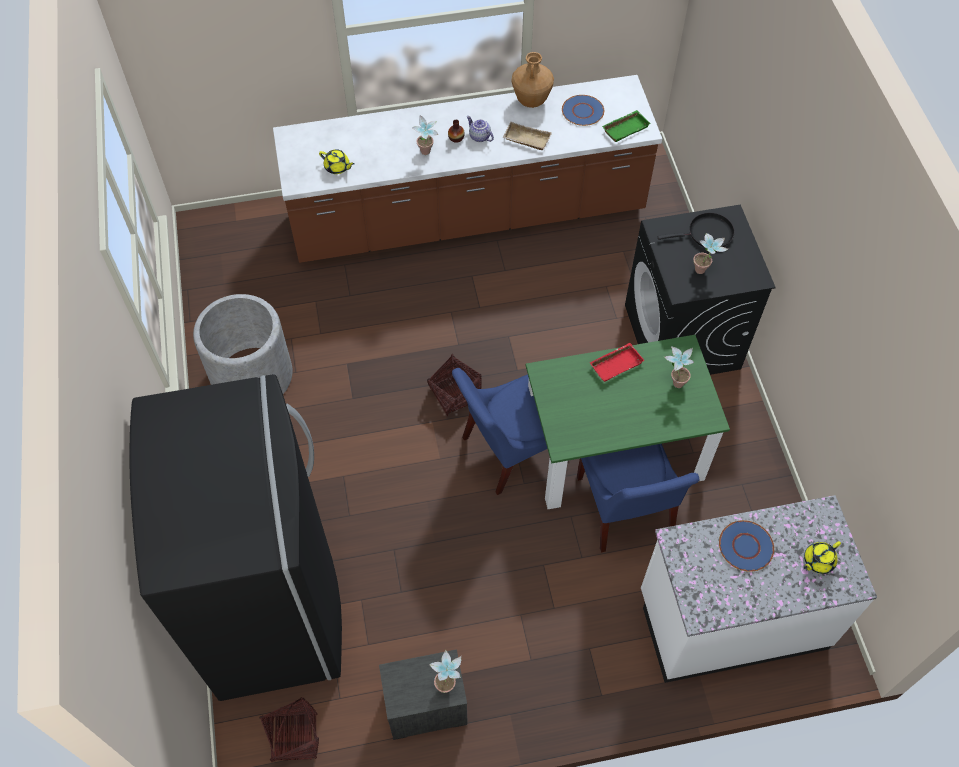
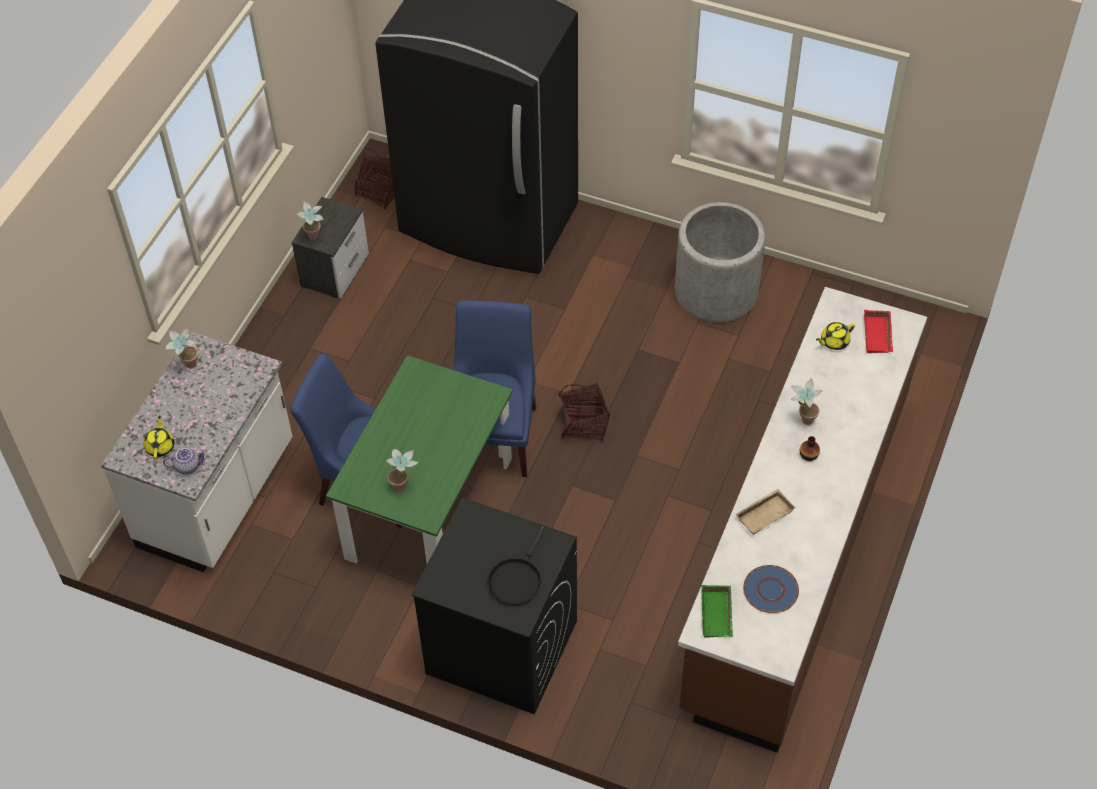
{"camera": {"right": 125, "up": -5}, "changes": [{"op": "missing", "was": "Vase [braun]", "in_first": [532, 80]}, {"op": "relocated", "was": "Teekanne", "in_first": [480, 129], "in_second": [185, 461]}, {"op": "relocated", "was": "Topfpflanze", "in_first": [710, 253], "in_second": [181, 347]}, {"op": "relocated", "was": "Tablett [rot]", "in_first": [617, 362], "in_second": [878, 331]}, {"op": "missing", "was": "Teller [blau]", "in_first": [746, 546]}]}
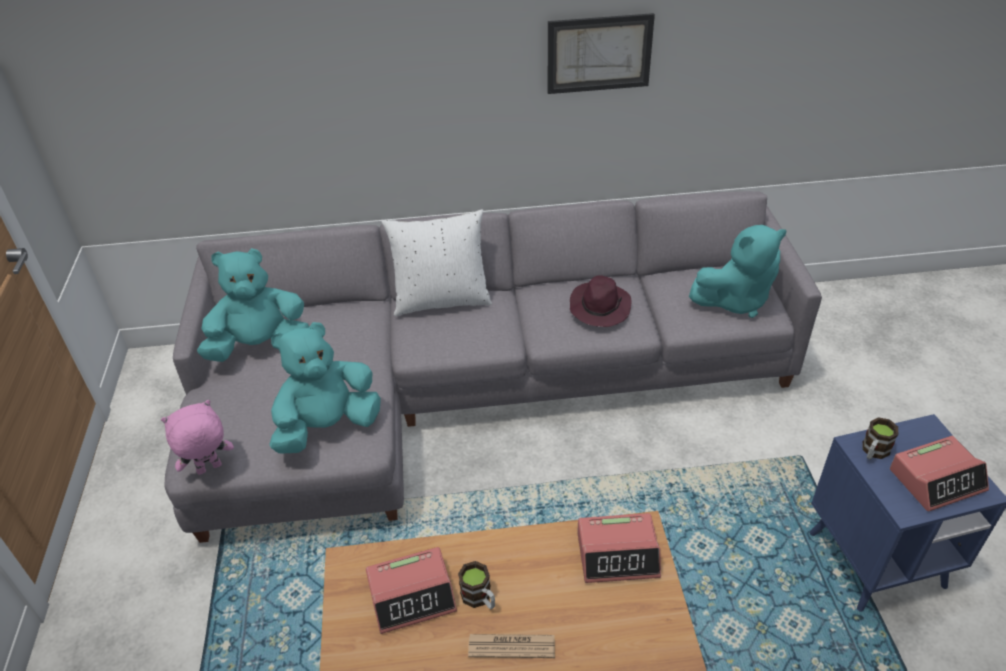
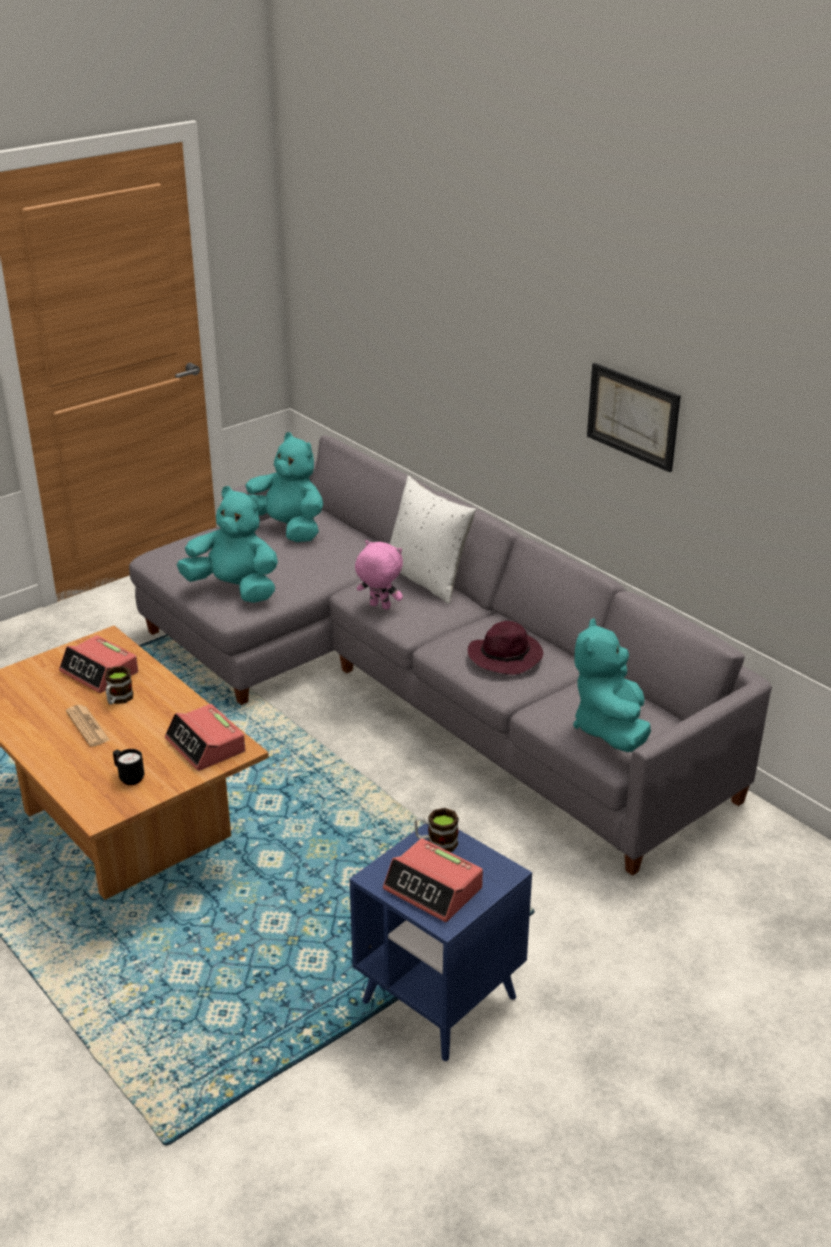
{"camera": {"right": 55, "up": -10}, "changes": [{"op": "spun", "was": "Plüschtier [türkis]", "in_first": [737, 271], "in_second": [612, 685], "clockwise": 60}, {"op": "relocated", "was": "Plüschtier [rosa]", "in_first": [197, 437], "in_second": [379, 575]}, {"op": "appeared", "now": "Henkelbecher [schwarz]", "in_second": [128, 767]}]}
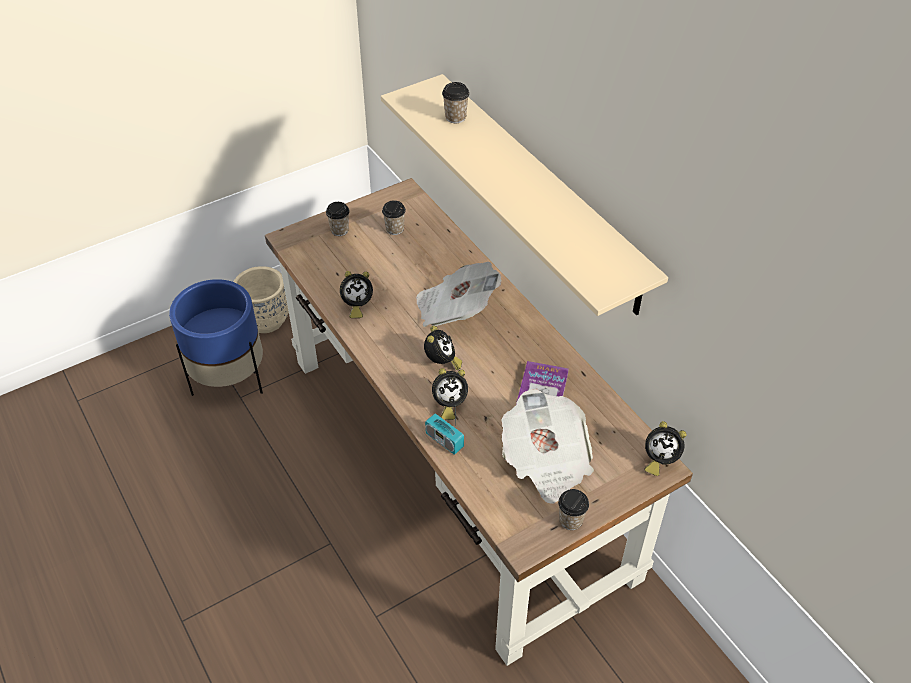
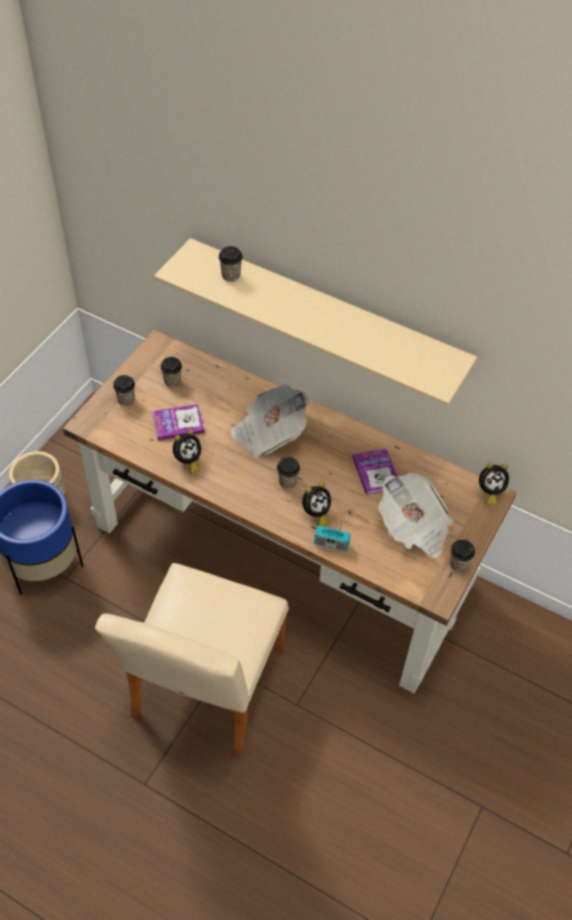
{"camera": {"right": -30, "up": 5}, "changes": [{"op": "exchanged", "was": "Wecker", "now": "Tasse", "in_first": [443, 347], "in_second": [288, 473]}, {"op": "appeared", "now": "Buch", "in_second": [178, 422]}, {"op": "appeared", "now": "Stuhl [beige]", "in_second": [192, 659]}]}
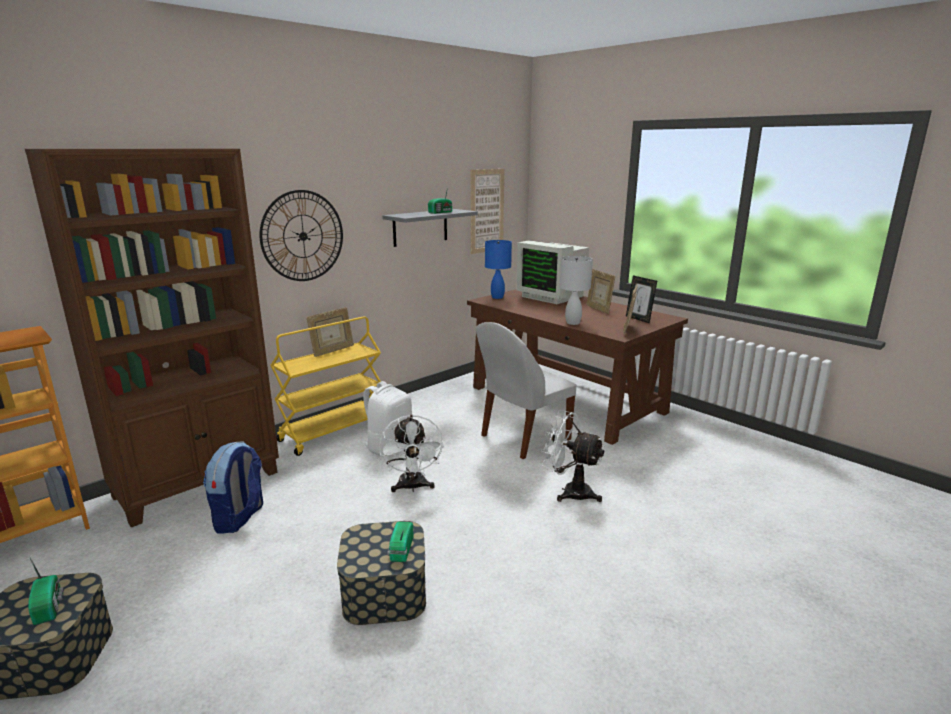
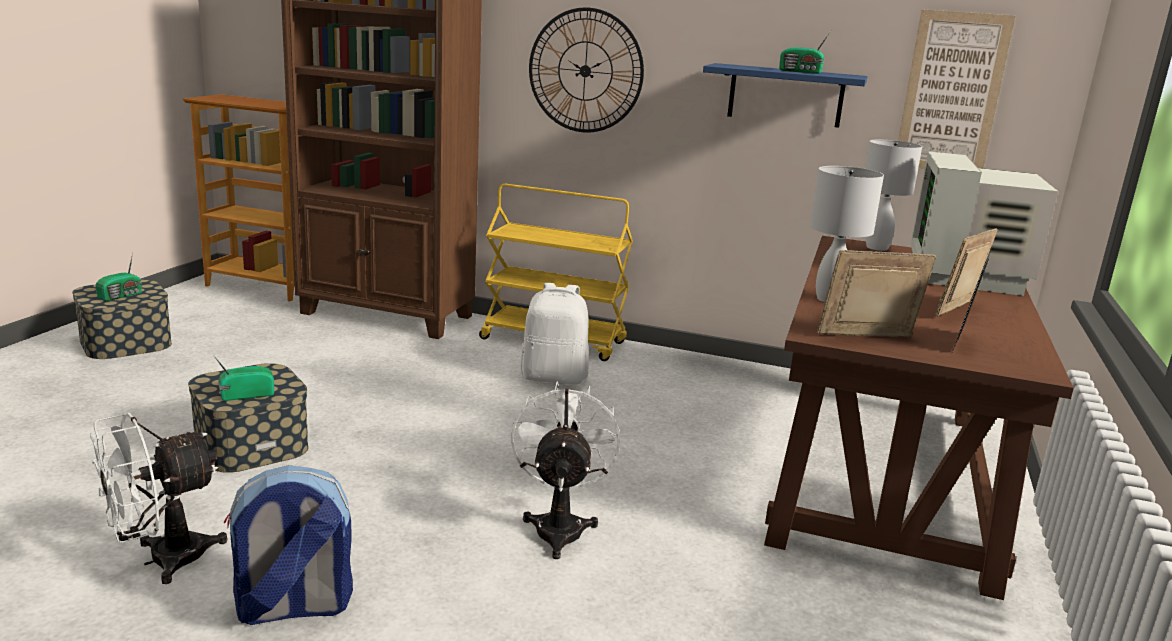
{"camera": {"right": 60, "up": 0}, "changes": [{"op": "colour", "was": "Wandregal [grau]", "now": "Wandregal [blau]", "in_first": [430, 228], "in_second": [785, 95]}, {"op": "colour", "was": "Tischlampe [blau]", "now": "Tischlampe [weiß]", "in_first": [498, 269], "in_second": [893, 195]}, {"op": "missing", "was": "Bilderrahmen", "in_first": [330, 332]}, {"op": "missing", "was": "Stuhl [weiß]", "in_first": [526, 390]}, {"op": "relocated", "was": "Ventilator [weiß]", "in_first": [411, 453], "in_second": [159, 498]}, {"op": "relocated", "was": "Rucksack", "in_first": [233, 487], "in_second": [288, 545]}]}
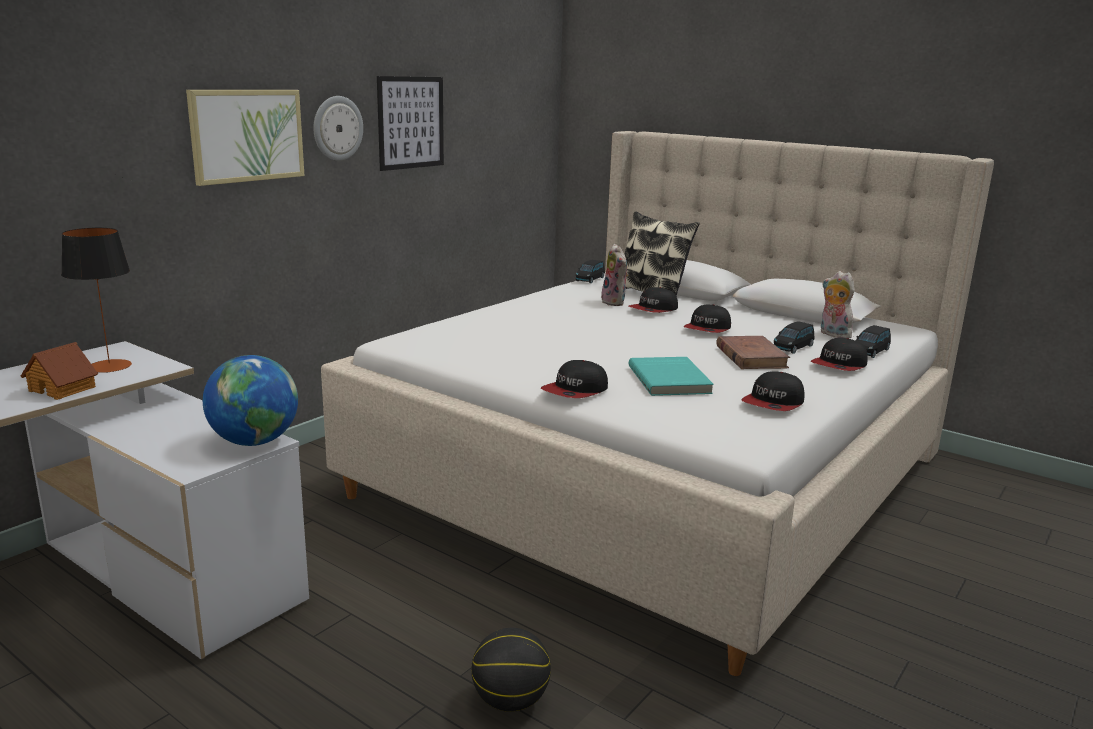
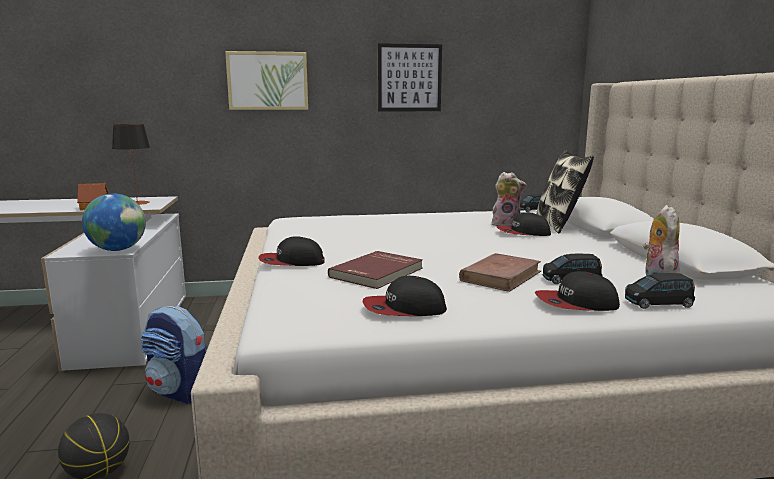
{"camera": {"right": 45, "up": -5}, "changes": [{"op": "missing", "was": "Wanduhr", "in_first": [338, 128]}, {"op": "spun", "was": "Plüschtier", "in_first": [615, 275], "in_second": [509, 199], "clockwise": -105}, {"op": "missing", "was": "Kappe", "in_first": [707, 318]}, {"op": "colour", "was": "Buch [türkis]", "now": "Buch [rot]", "in_first": [671, 376], "in_second": [375, 270]}, {"op": "appeared", "now": "Rucksack", "in_second": [174, 355]}]}
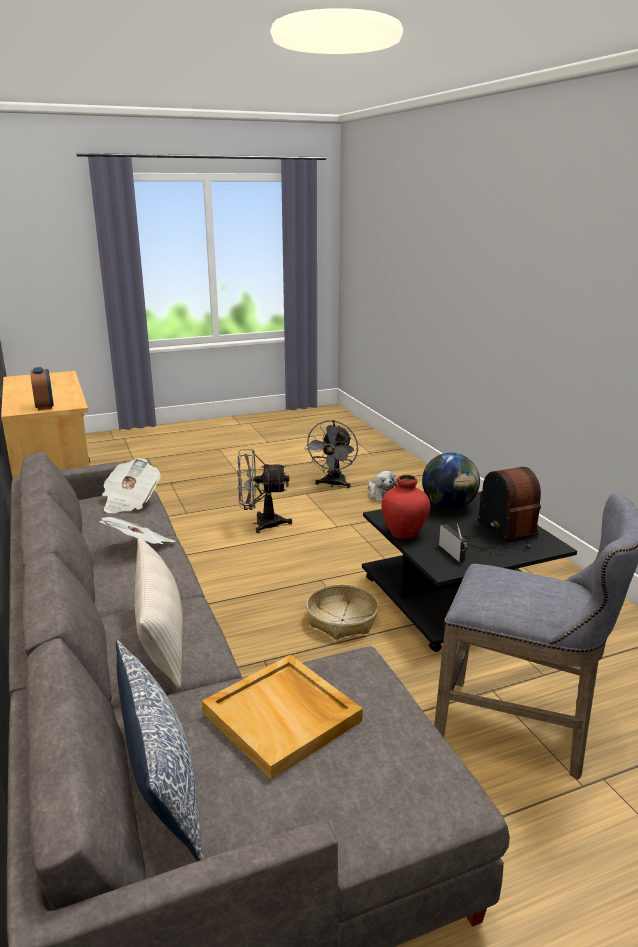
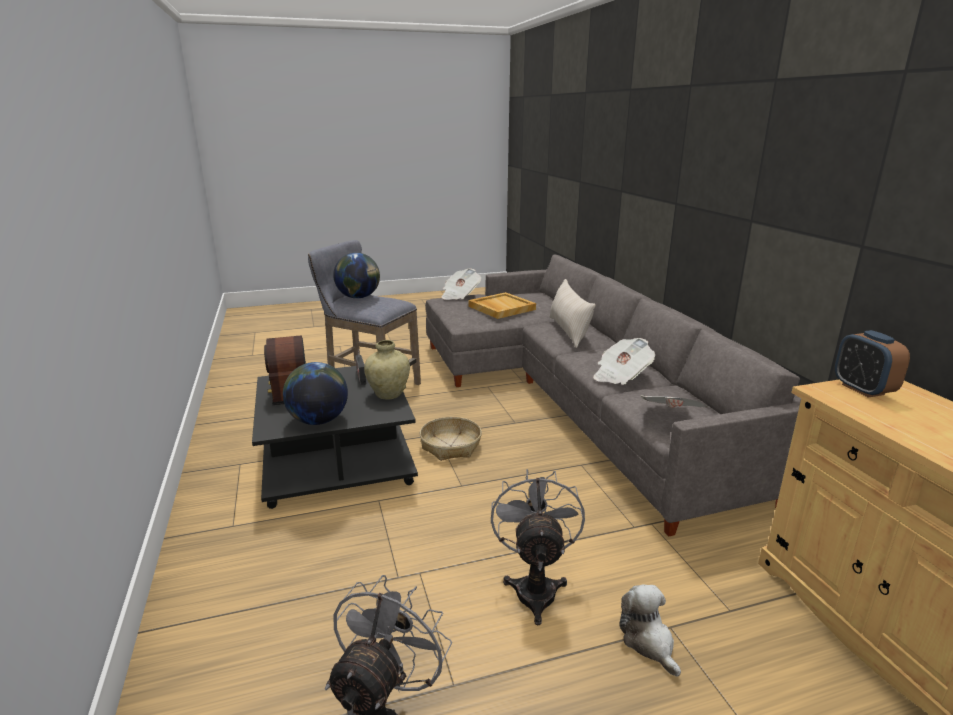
{"camera": {"right": -175, "up": 0}, "changes": [{"op": "spun", "was": "Ventilator [grau]", "in_first": [264, 491], "in_second": [538, 547], "clockwise": -90}, {"op": "relocated", "was": "Plüschtier", "in_first": [382, 486], "in_second": [650, 631]}, {"op": "colour", "was": "Vase [rot]", "now": "Vase [beige]", "in_first": [405, 507], "in_second": [387, 370]}, {"op": "missing", "was": "Kissen", "in_first": [159, 750]}, {"op": "appeared", "now": "Globus", "in_second": [356, 275]}, {"op": "appeared", "now": "Zeitung", "in_second": [461, 284]}]}
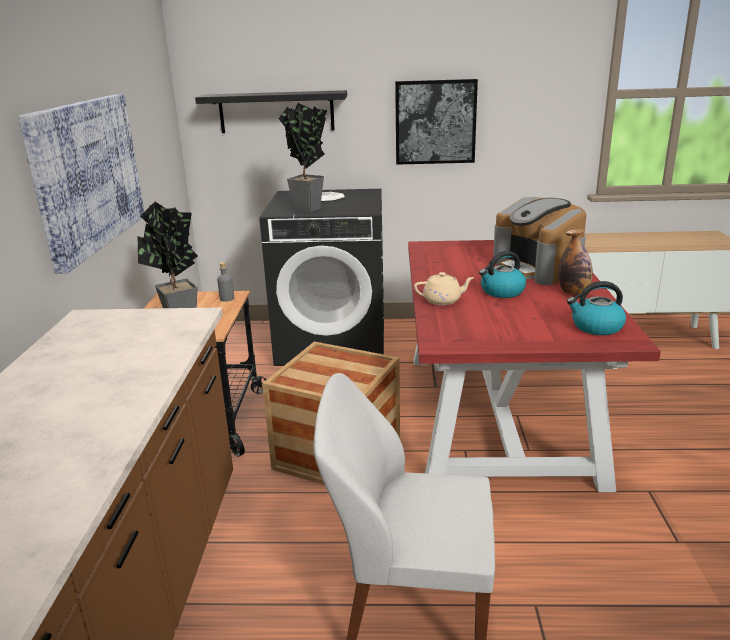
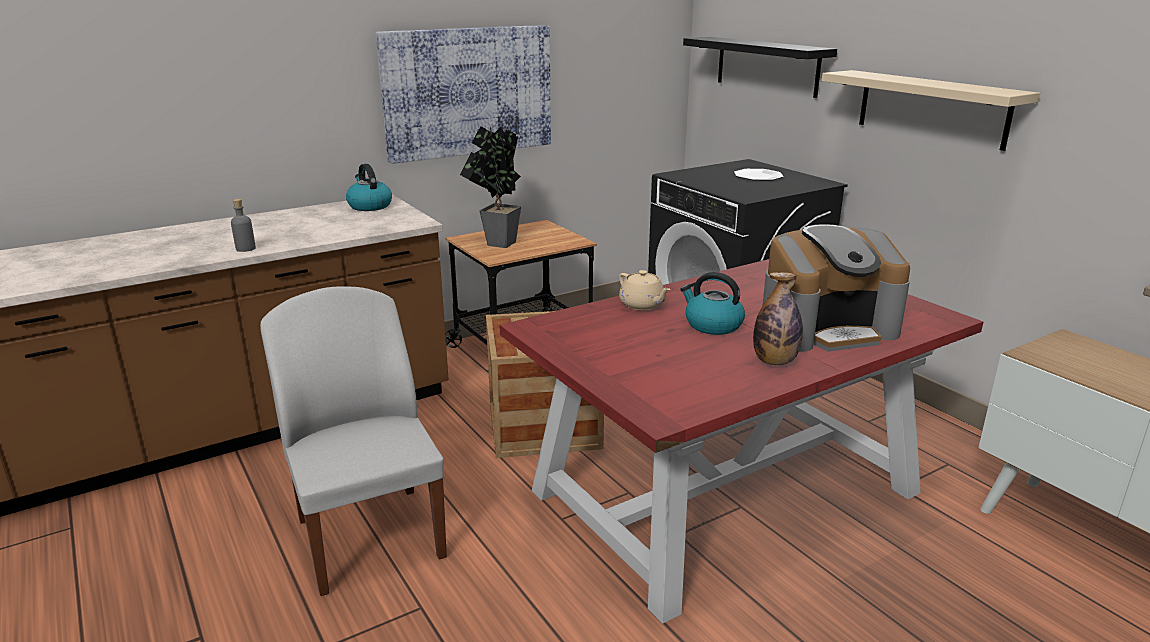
{"camera": {"right": 55, "up": 0}, "changes": [{"op": "exchanged", "was": "Bild", "now": "Wandregal [beige]", "in_first": [436, 122], "in_second": [931, 110]}, {"op": "missing", "was": "Topfpflanze", "in_first": [303, 157]}, {"op": "spun", "was": "Kaffeemaschine", "in_first": [539, 241], "in_second": [836, 288], "clockwise": -135}, {"op": "relocated", "was": "Flasche [grau]", "in_first": [225, 282], "in_second": [243, 225]}, {"op": "relocated", "was": "Wasserkessel", "in_first": [596, 308], "in_second": [369, 187]}]}
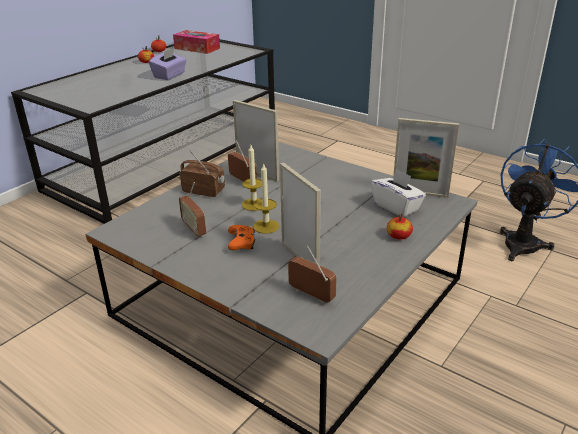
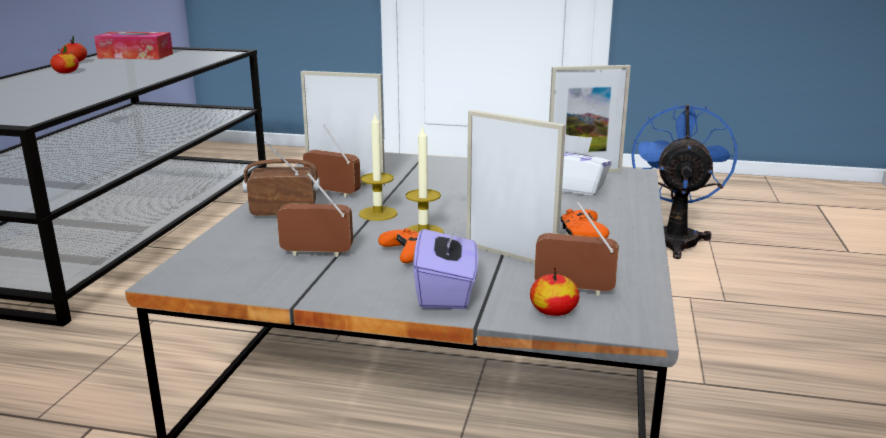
{"camera": {"right": -25, "up": -10}, "changes": [{"op": "relocated", "was": "Taschentuchbox [lila]", "in_first": [168, 64], "in_second": [445, 265]}, {"op": "spun", "was": "Radio", "in_first": [192, 209], "in_second": [315, 215], "clockwise": 150}, {"op": "relocated", "was": "Apfel", "in_first": [400, 227], "in_second": [554, 291]}, {"op": "appeared", "now": "Gamepad [orange]", "in_second": [585, 223]}]}
